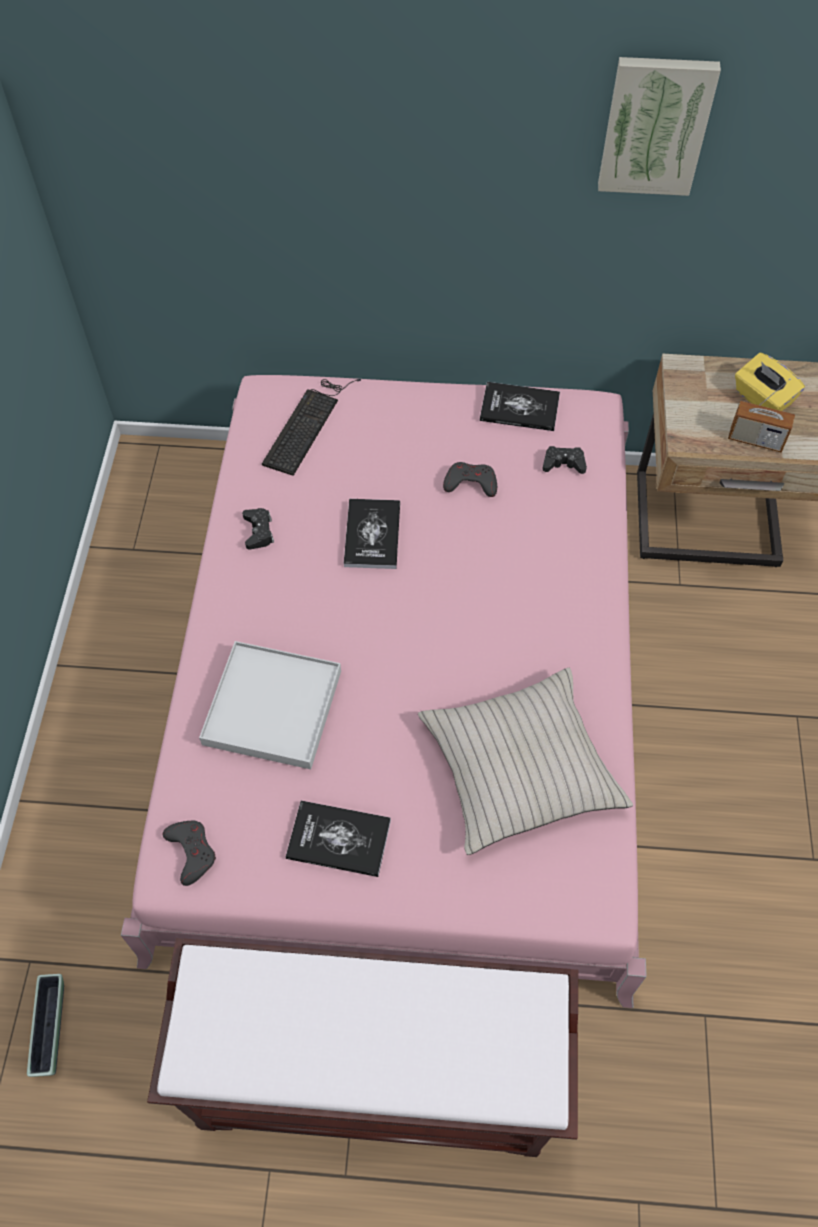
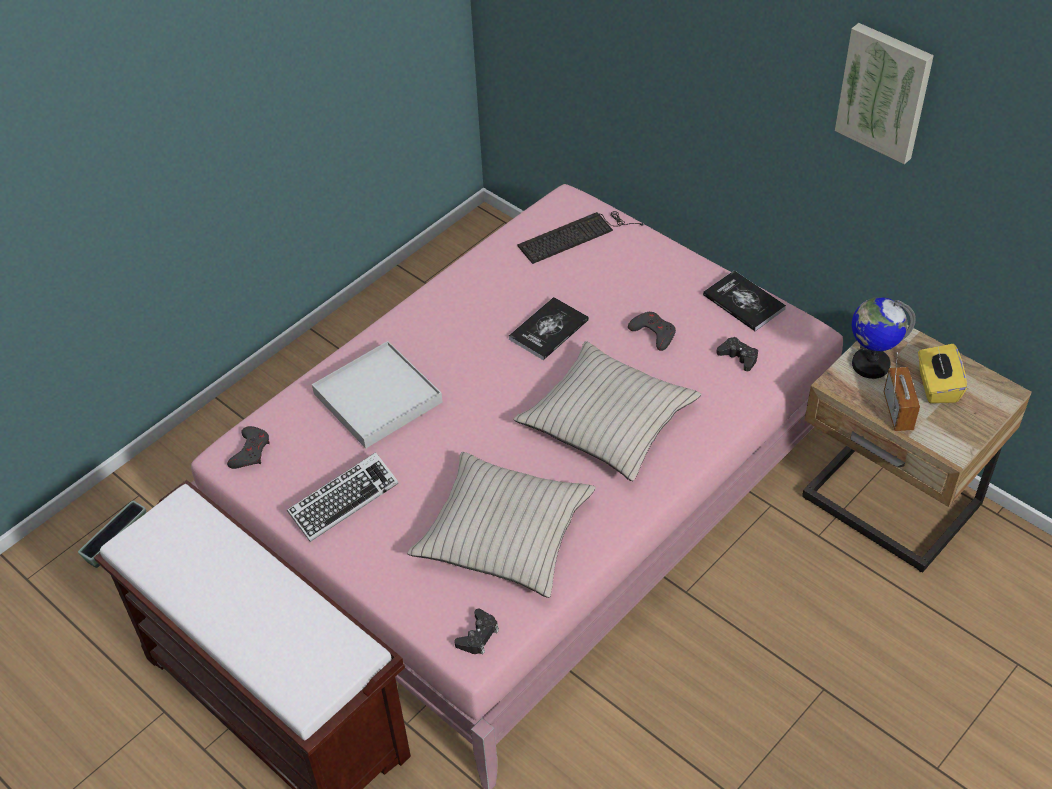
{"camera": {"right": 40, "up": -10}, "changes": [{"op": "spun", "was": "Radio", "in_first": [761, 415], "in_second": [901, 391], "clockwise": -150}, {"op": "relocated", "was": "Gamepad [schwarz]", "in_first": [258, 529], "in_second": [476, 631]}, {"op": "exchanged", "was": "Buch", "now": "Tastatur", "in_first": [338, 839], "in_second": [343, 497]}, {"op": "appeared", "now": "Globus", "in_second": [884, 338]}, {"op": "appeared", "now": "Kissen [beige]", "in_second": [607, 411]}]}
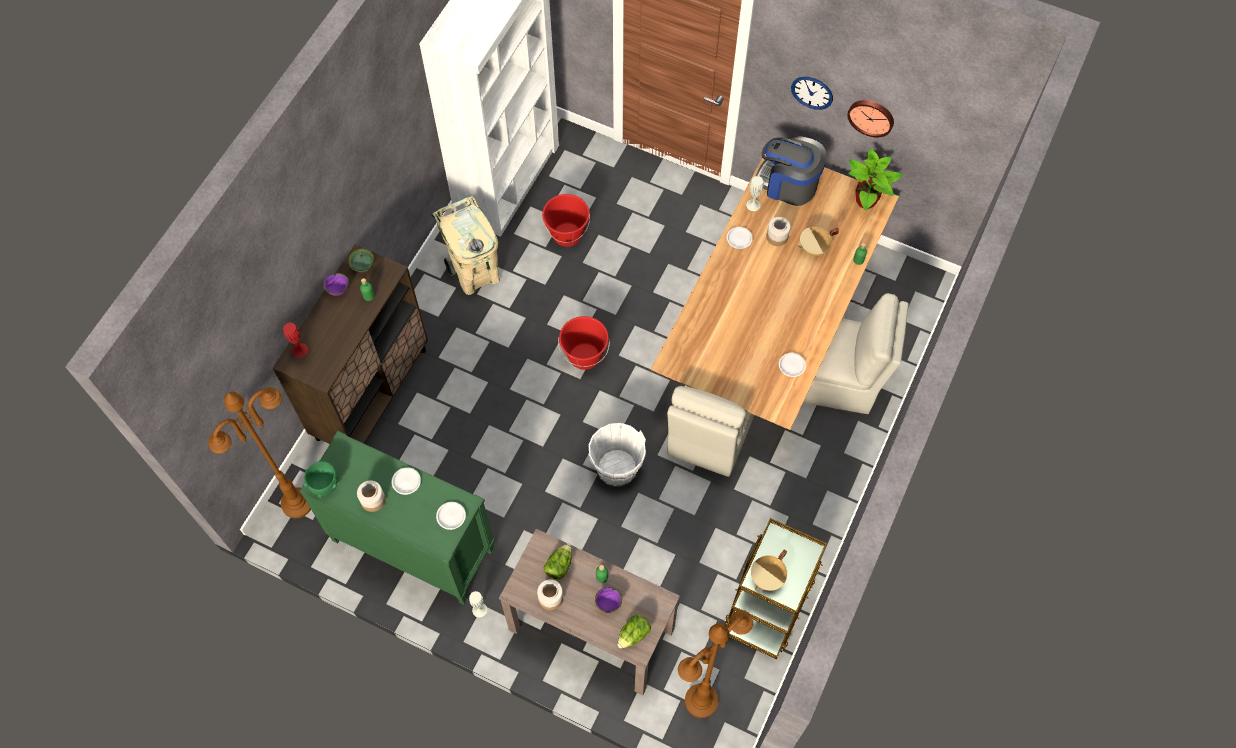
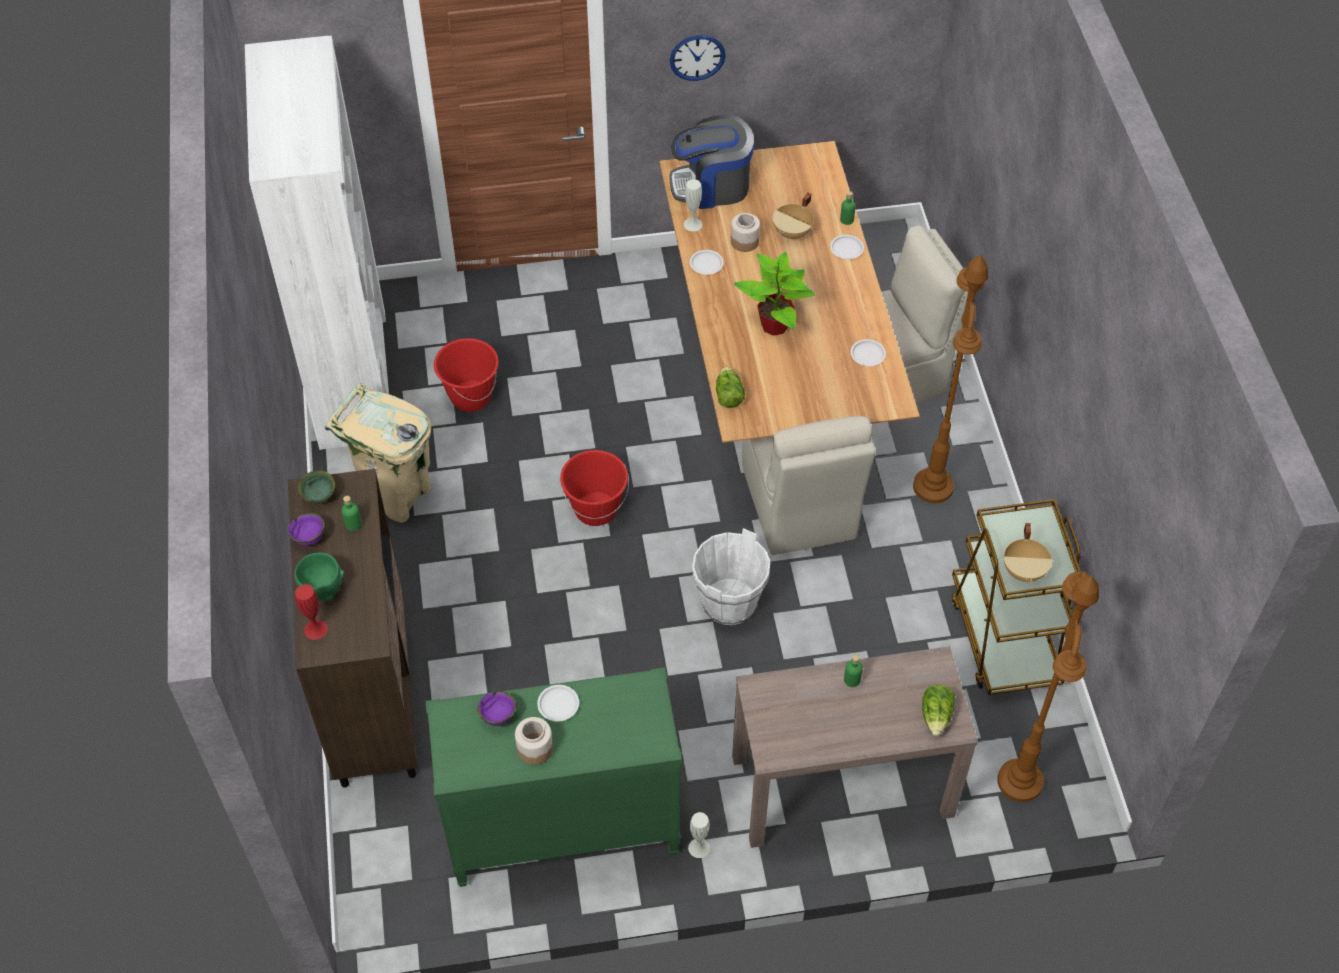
{"camera": {"right": -35, "up": -10}, "changes": [{"op": "missing", "was": "Wanduhr", "in_first": [870, 118]}, {"op": "relocated", "was": "Topfpflanze", "in_first": [875, 179], "in_second": [774, 294]}, {"op": "relocated", "was": "Stehlampe [braun]", "in_first": [259, 452], "in_second": [950, 379]}, {"op": "relocated", "was": "Schüssel [grün]", "in_first": [321, 479], "in_second": [319, 576]}, {"op": "relocated", "was": "Teller [weiß]", "in_first": [451, 516], "in_second": [847, 247]}, {"op": "relocated", "was": "Salatkopf", "in_first": [558, 562], "in_second": [730, 387]}, {"op": "missing", "was": "Vorratsglas", "in_first": [550, 594]}, {"op": "relocated", "was": "Schüssel [lila]", "in_first": [608, 600], "in_second": [496, 708]}]}
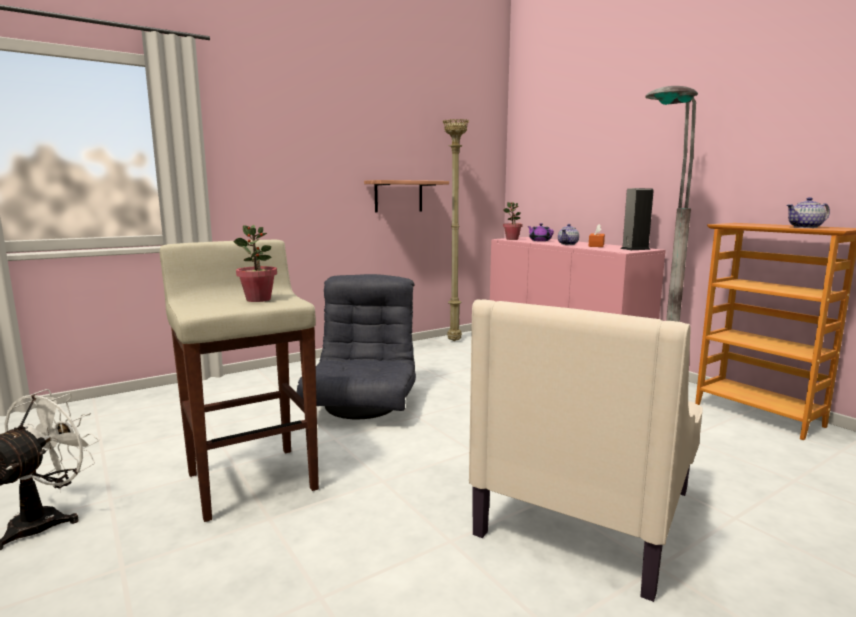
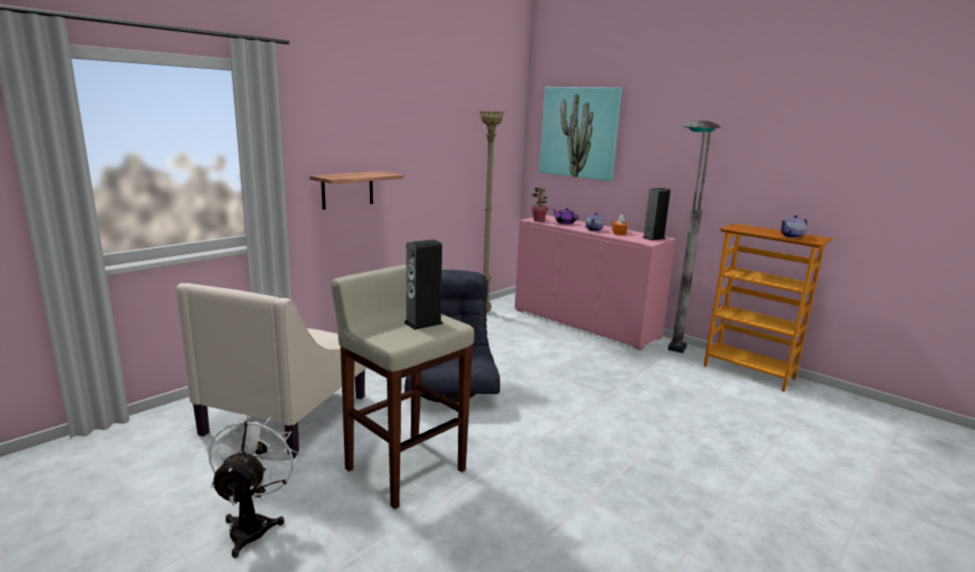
{"camera": {"right": -15, "up": 5}, "changes": [{"op": "relocated", "was": "Wandregal", "in_first": [406, 196], "in_second": [357, 190]}, {"op": "exchanged", "was": "Topfpflanze", "now": "Lautsprecher", "in_first": [255, 263], "in_second": [423, 284]}, {"op": "relocated", "was": "Sessel [beige]", "in_first": [586, 450], "in_second": [271, 371]}, {"op": "appeared", "now": "Bild", "in_second": [580, 134]}]}
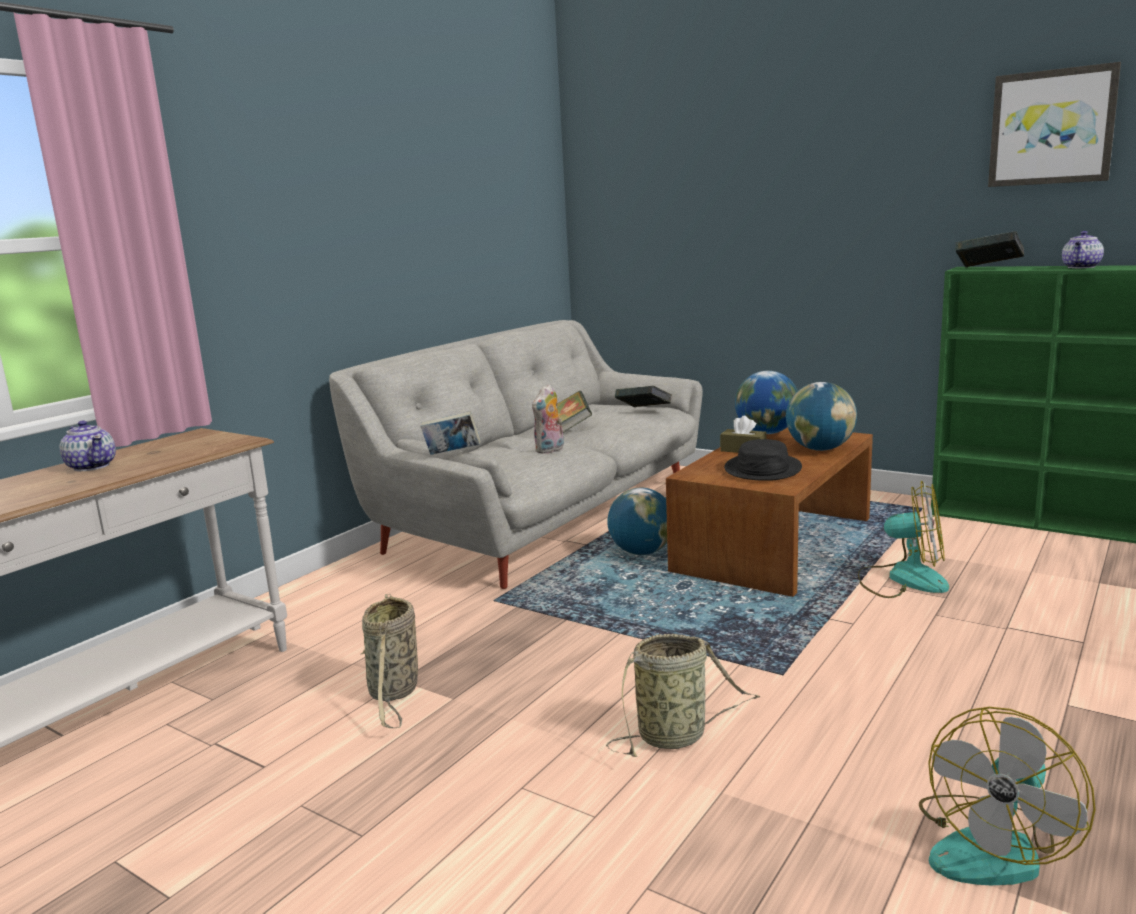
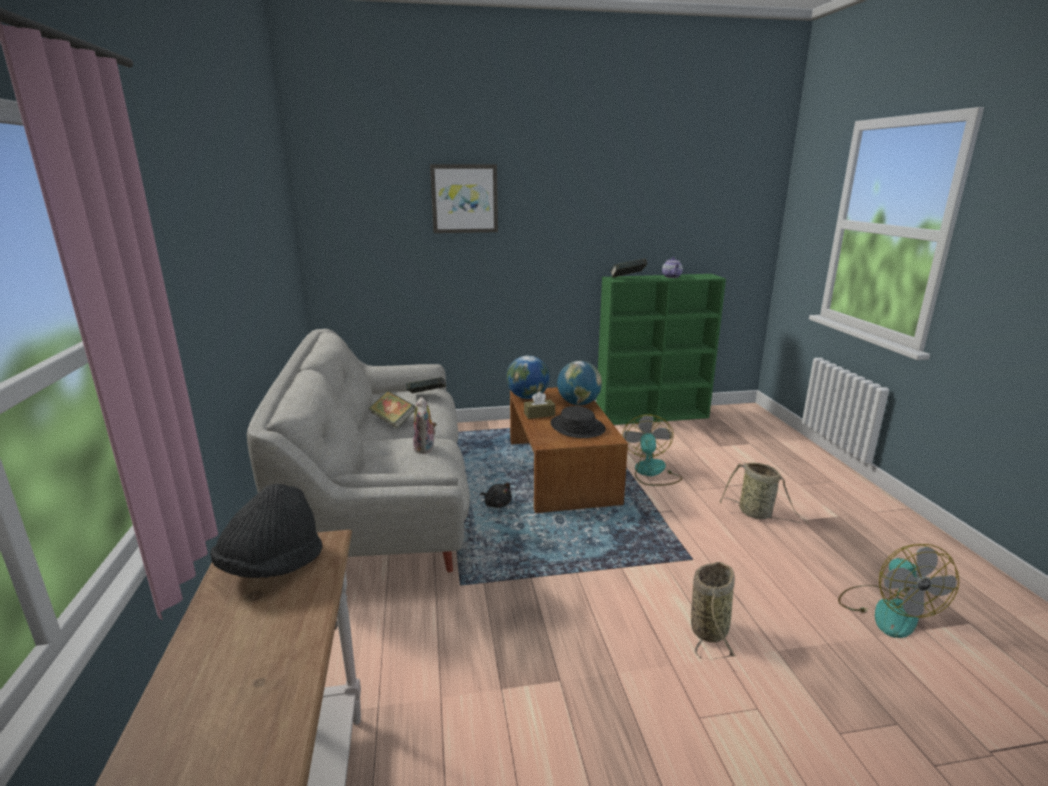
{"camera": {"right": -45, "up": 5}, "changes": [{"op": "relocated", "was": "Bild", "in_first": [1054, 124], "in_second": [464, 198]}, {"op": "missing", "was": "Buch", "in_first": [450, 433]}, {"op": "missing", "was": "Teekanne", "in_first": [88, 445]}, {"op": "spun", "was": "Ventilator", "in_first": [903, 539], "in_second": [652, 450], "clockwise": -60}, {"op": "exchanged", "was": "Globus", "now": "Plüschtier [schwarz]", "in_first": [637, 521], "in_second": [496, 495]}, {"op": "relocated", "was": "Korb", "in_first": [389, 661], "in_second": [765, 493]}, {"op": "appeared", "now": "Hut [schwarz]", "in_second": [266, 531]}]}
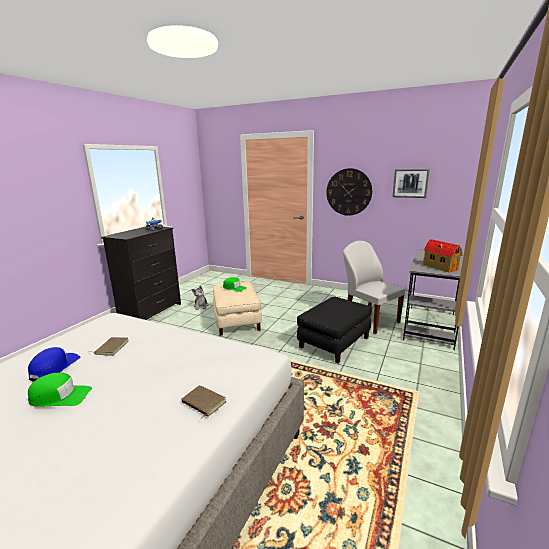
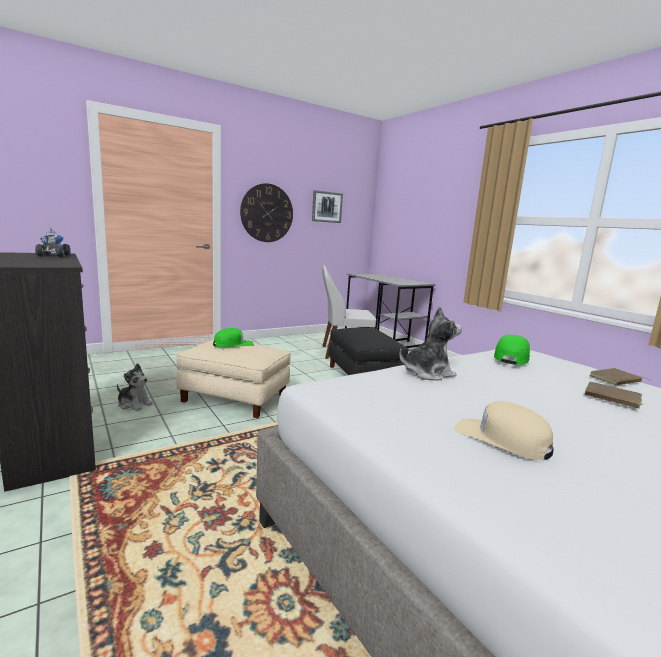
{"camera": {"right": -60, "up": -5}, "changes": [{"op": "missing", "was": "Spielzeughaus", "in_first": [442, 255]}, {"op": "relocated", "was": "Buch [braun]", "in_first": [108, 346], "in_second": [614, 395]}, {"op": "colour", "was": "Kappe [blau]", "now": "Kappe [beige]", "in_first": [54, 364], "in_second": [504, 430]}, {"op": "relocated", "was": "Kappe [grün]", "in_first": [60, 390], "in_second": [512, 350]}, {"op": "appeared", "now": "Plüschtier", "in_second": [430, 343]}]}
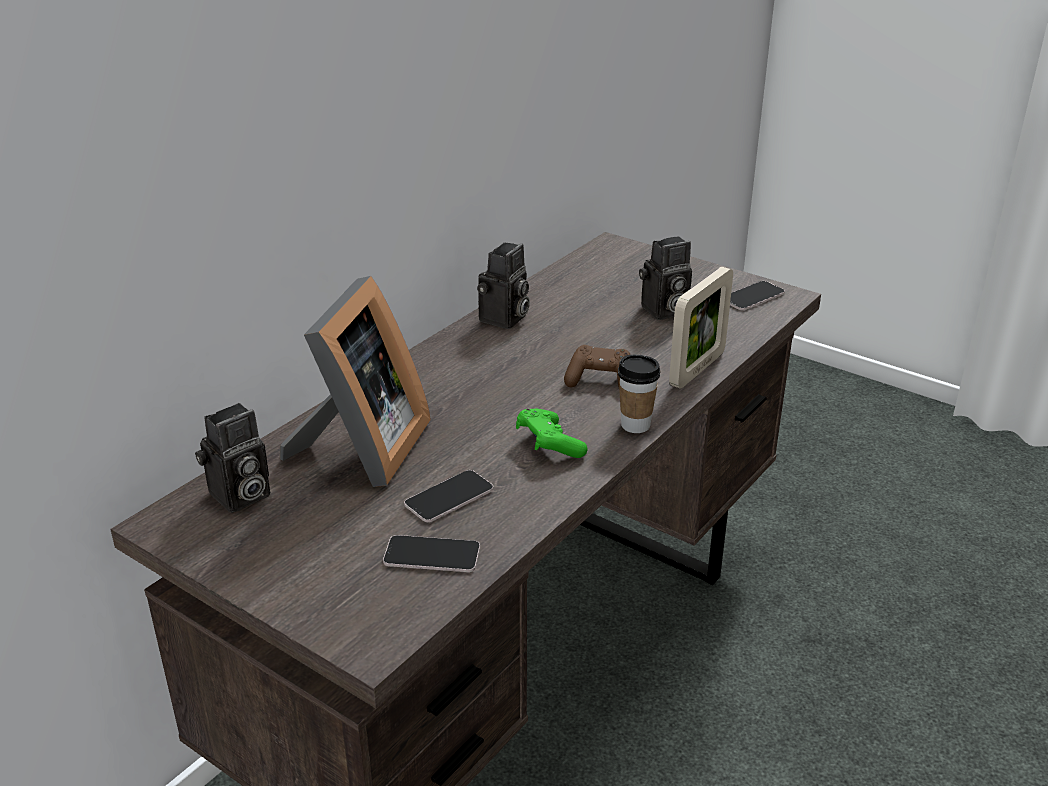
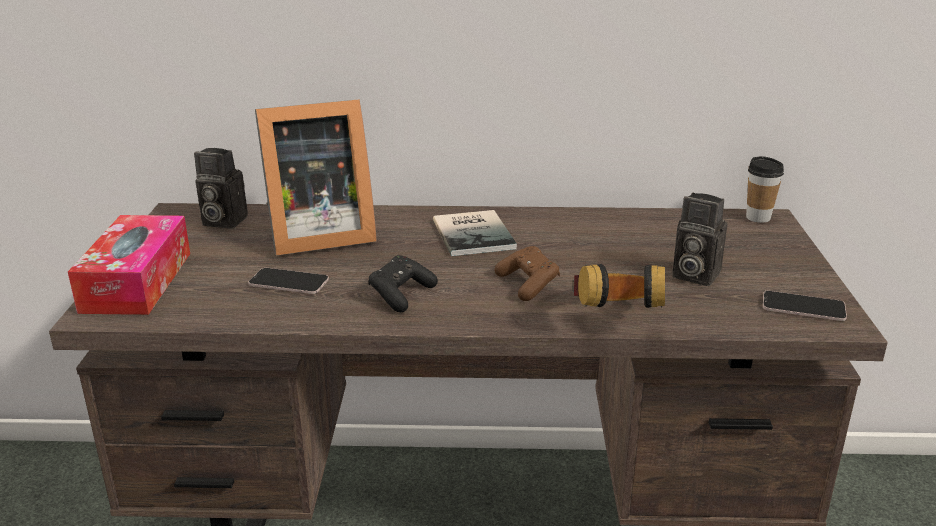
{"camera": {"right": 55, "up": -5}, "changes": [{"op": "missing", "was": "Kamera", "in_first": [503, 285]}, {"op": "exchanged", "was": "Bilderrahmen", "now": "Kopfhörer", "in_first": [701, 328], "in_second": [618, 286]}, {"op": "relocated", "was": "Tasse", "in_first": [639, 394], "in_second": [765, 189]}, {"op": "colour", "was": "Gamepad [grün]", "now": "Gamepad [schwarz]", "in_first": [552, 433], "in_second": [403, 283]}, {"op": "missing", "was": "Handy", "in_first": [431, 553]}, {"op": "appeared", "now": "Buch", "in_second": [475, 233]}, {"op": "appeared", "now": "Taschentuchbox", "in_second": [129, 265]}]}
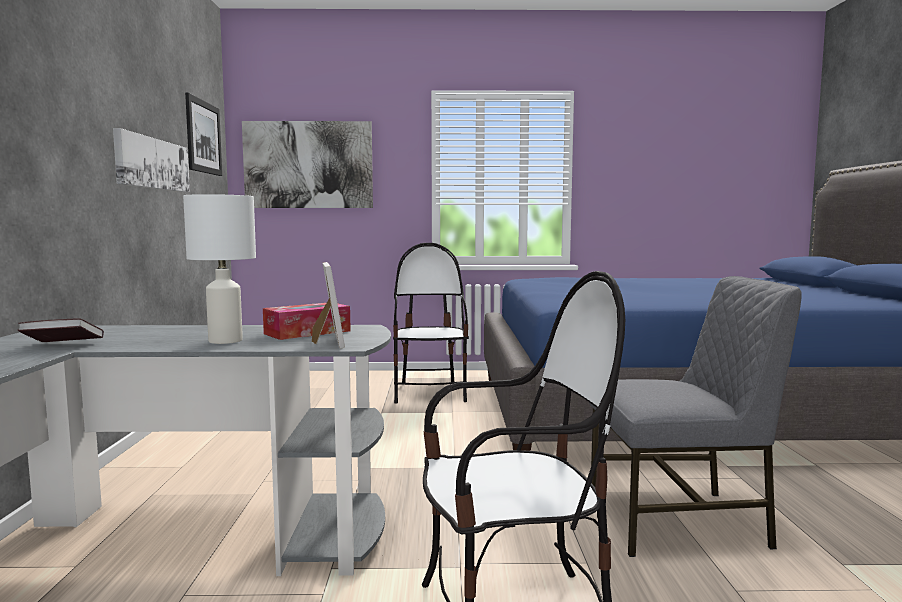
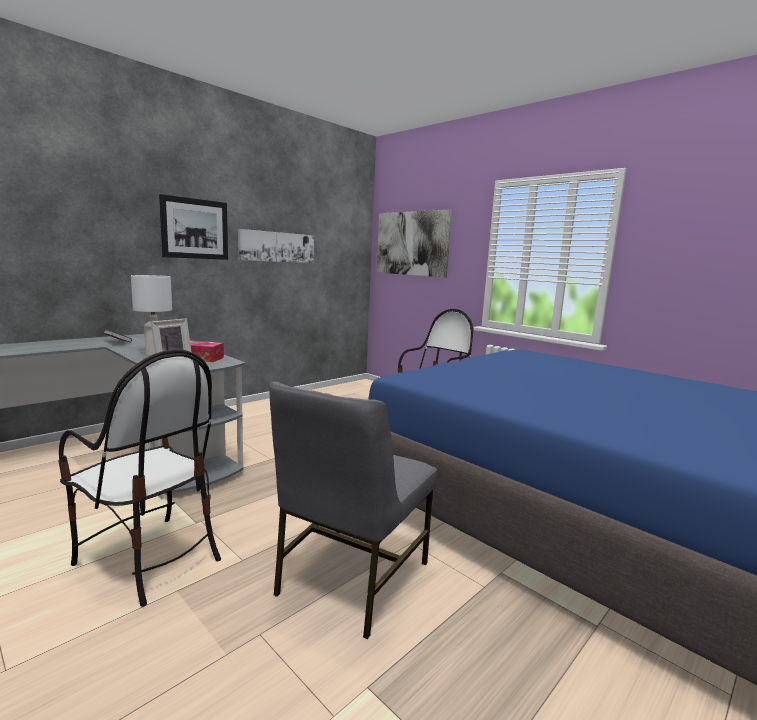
{"camera": {"right": 45, "up": 5}, "changes": [{"op": "relocated", "was": "Bild", "in_first": [203, 134], "in_second": [193, 227]}, {"op": "spun", "was": "Stuhl [grau]", "in_first": [695, 416], "in_second": [353, 510], "clockwise": 75}]}
